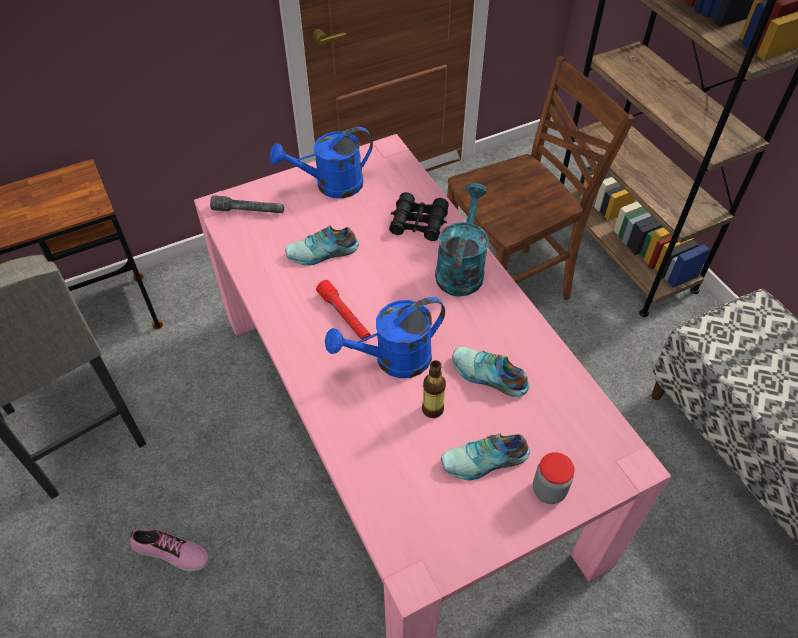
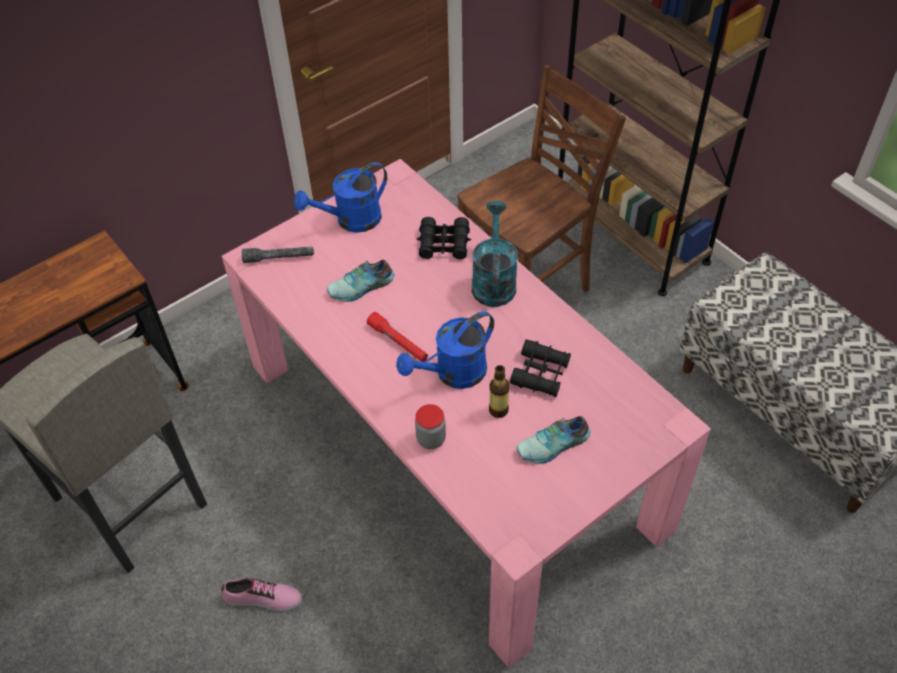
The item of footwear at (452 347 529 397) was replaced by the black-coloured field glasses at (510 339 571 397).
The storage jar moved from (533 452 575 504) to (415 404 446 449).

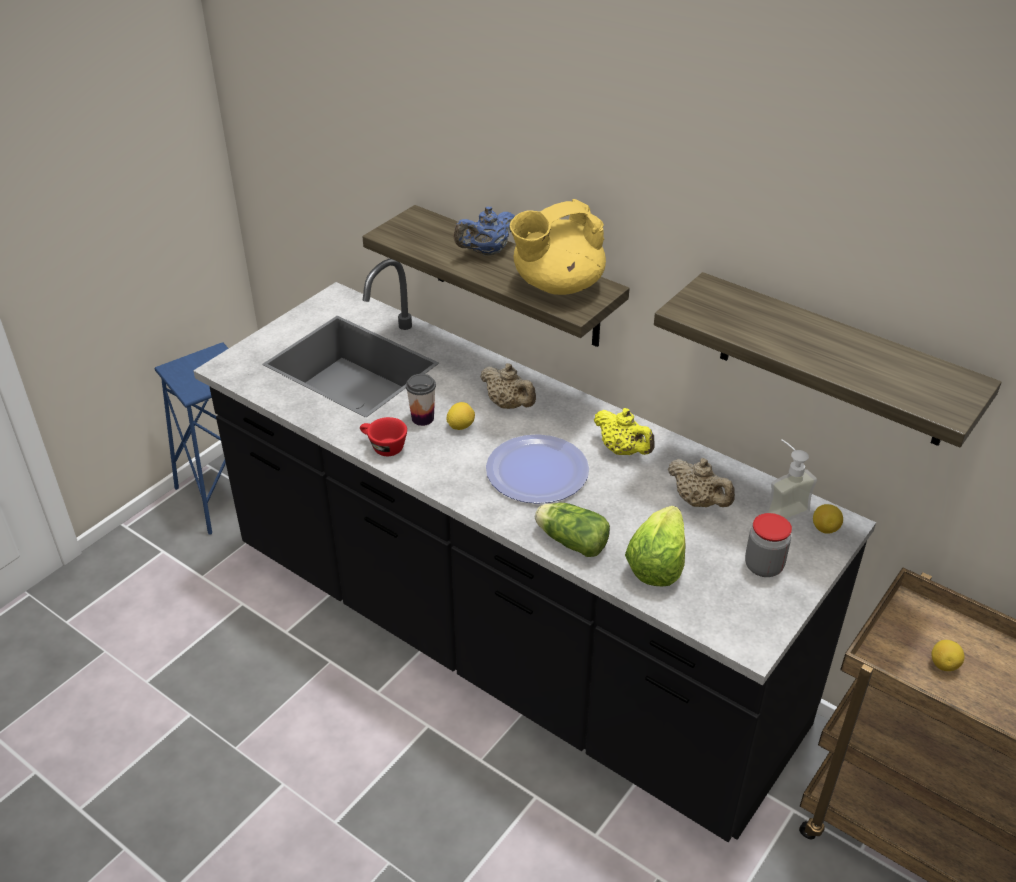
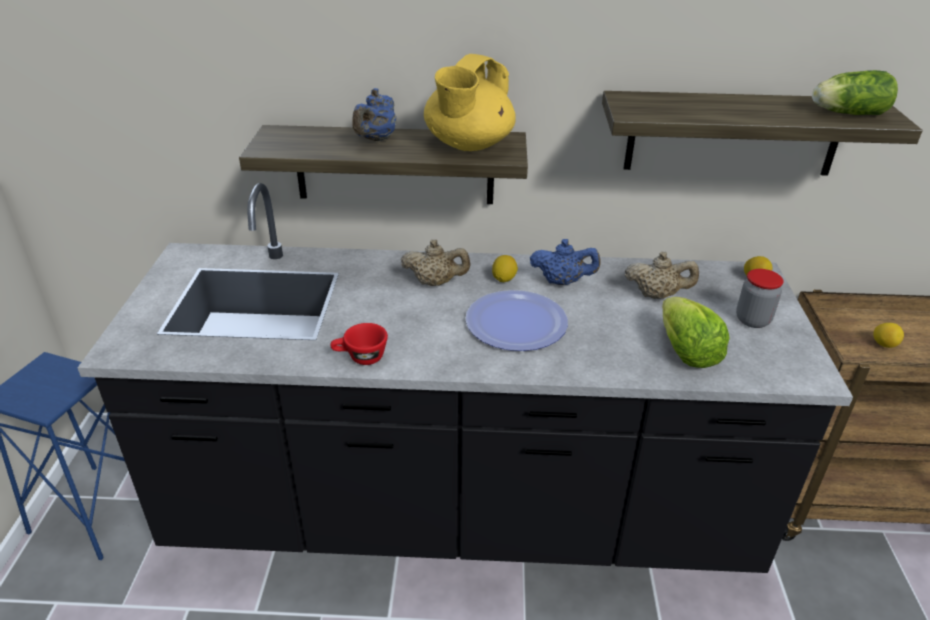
The drinking cup at (406 374 436 426) disappeared.
The lemon moved from (447 402 475 430) to (492 255 518 282).
The yellow pot for tea at (594 408 655 455) became the blue pot for tea at (530 239 600 285).
The soap bottle at (765 439 817 520) disappeared.
The lettuce moved from (535 503 610 557) to (812 70 898 115).

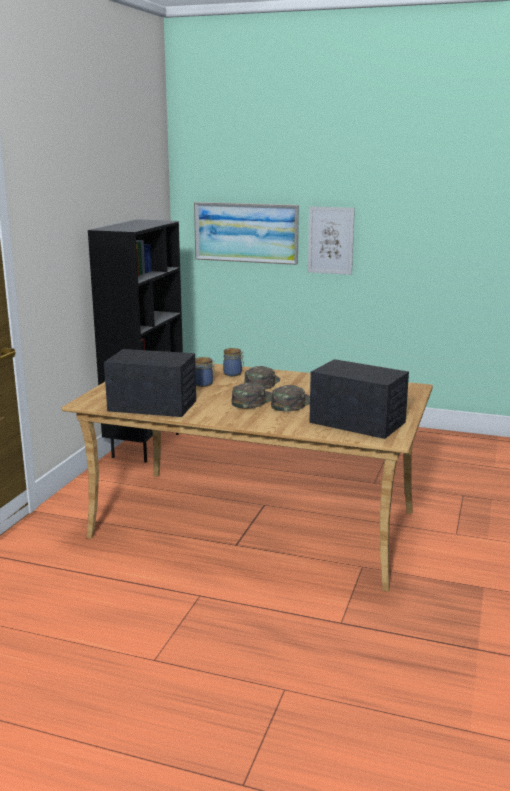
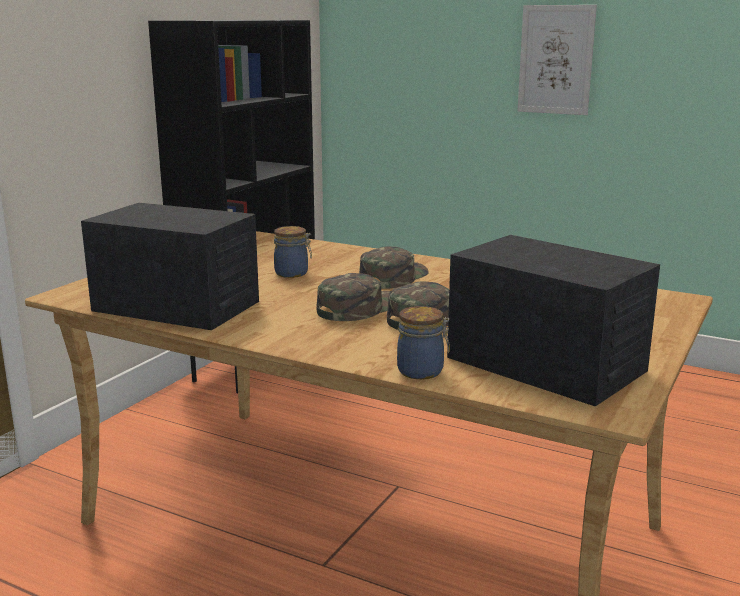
The picture at (194 202 299 265) disappeared.
The storage jar moved from (223 348 244 376) to (397 306 450 379).

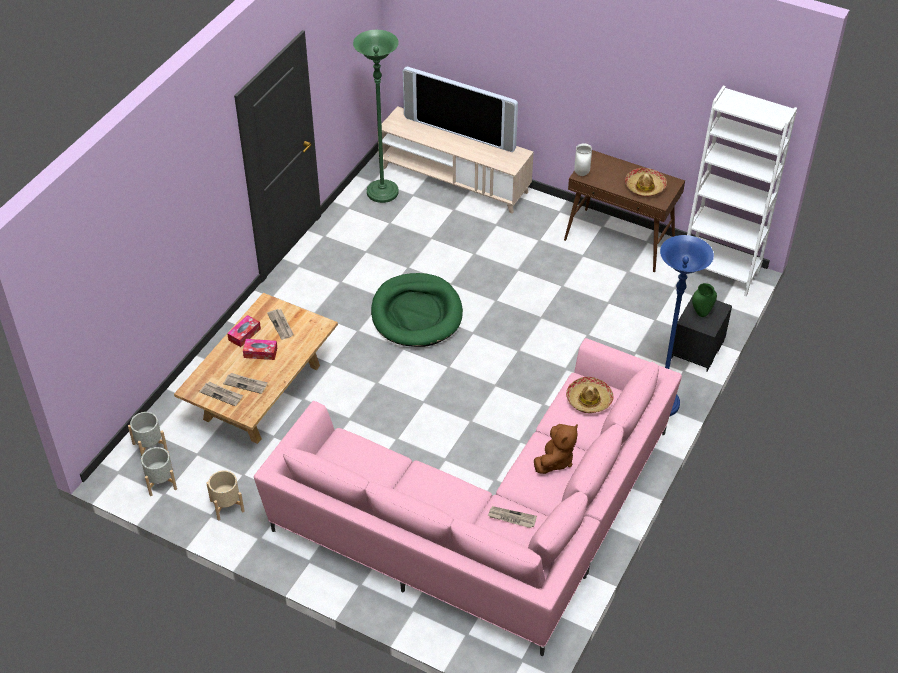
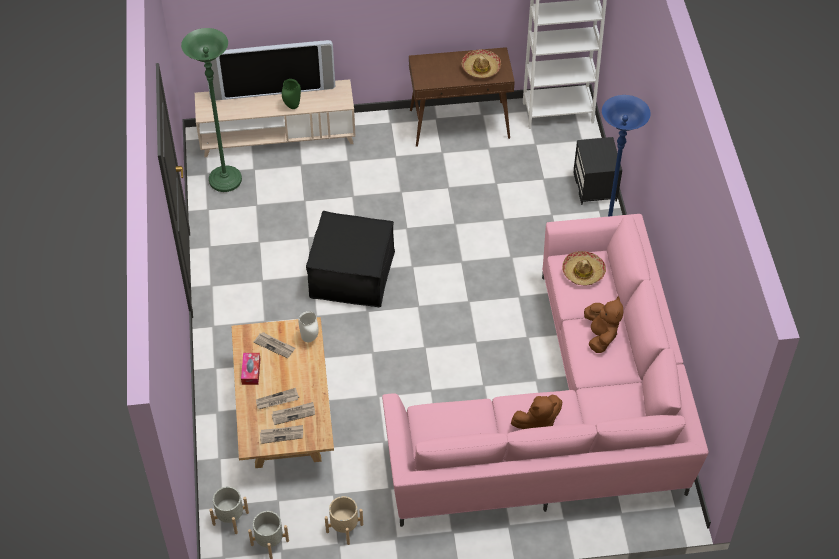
The white vase moved from (574 144 592 176) to (298 311 319 342).
The greenish dog bed at (371 273 463 347) was replaced by the black-coloured pouffe at (306 211 395 307).
The greenish vase moved from (692 283 717 317) to (282 79 301 109).
The box of tissues at (243 339 277 360) disappeared.
The printed paper moved from (488 506 537 528) to (256 388 299 409).
The brown plush toy at (511 395 563 429) appeared.

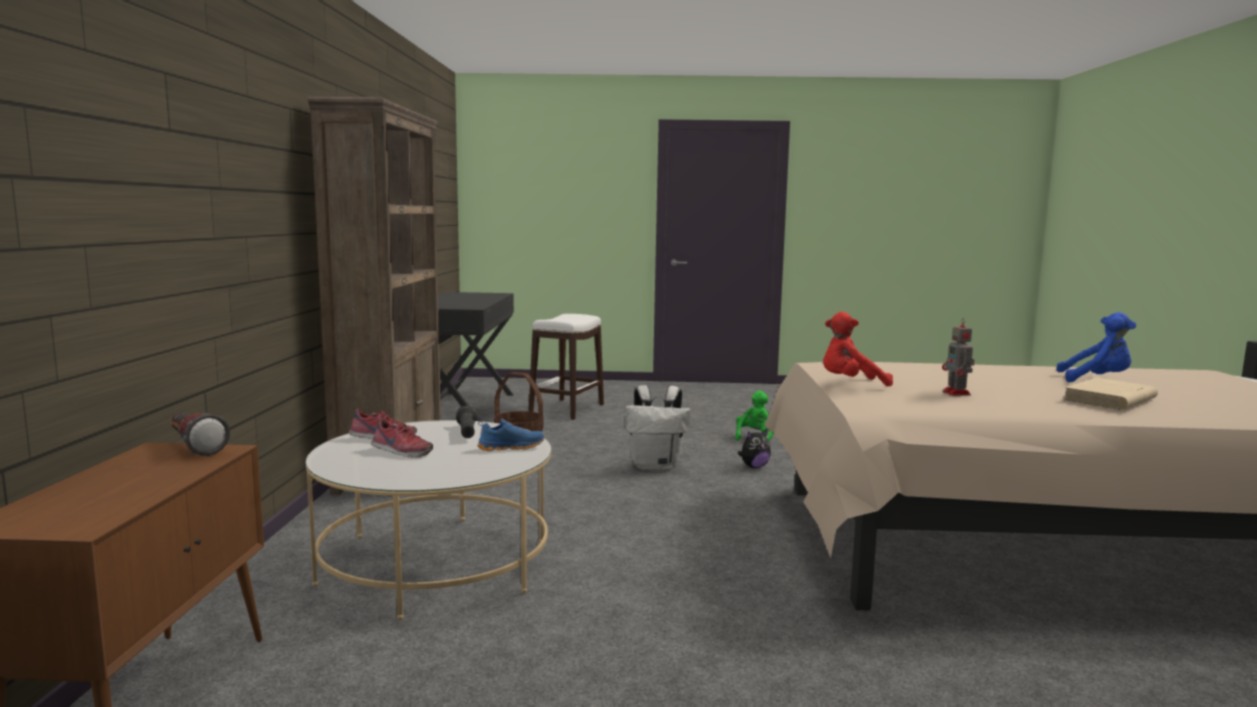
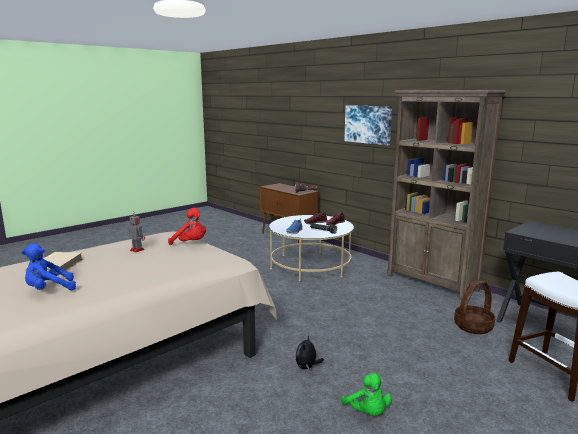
The red plush toy at (823 312 893 387) turned 75 degrees clockwise.
The white rucksack at (625 385 691 471) disappeared.
The picture at (344 105 392 145) appeared.

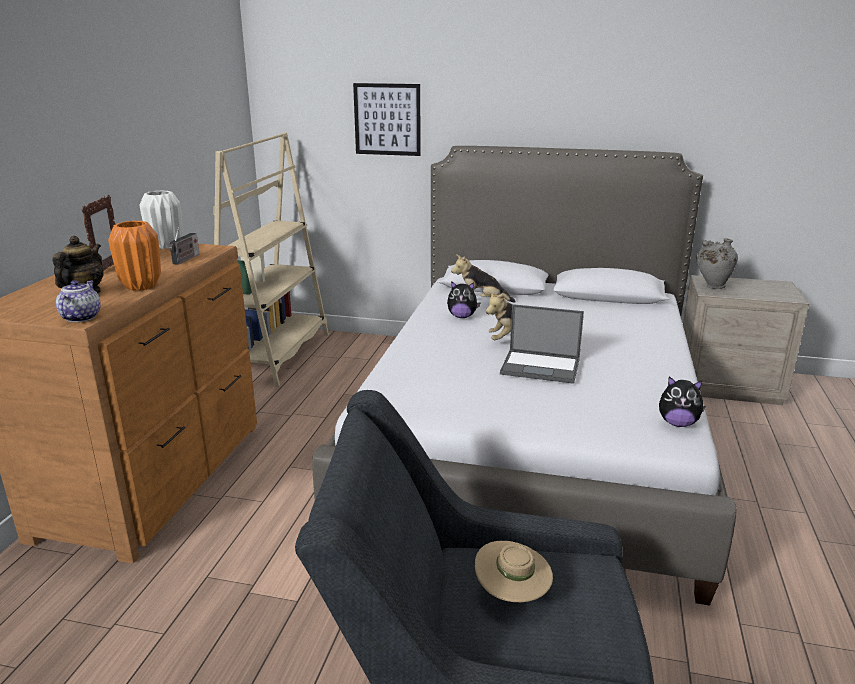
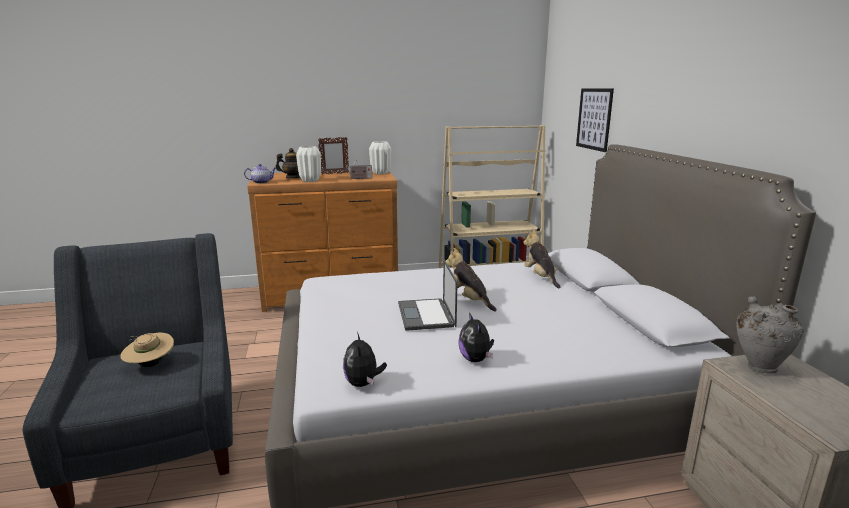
The orange vase at (108 221 161 291) became the white vase at (296 146 321 182).
The plush toy moved from (447 281 481 318) to (458 312 494 362).

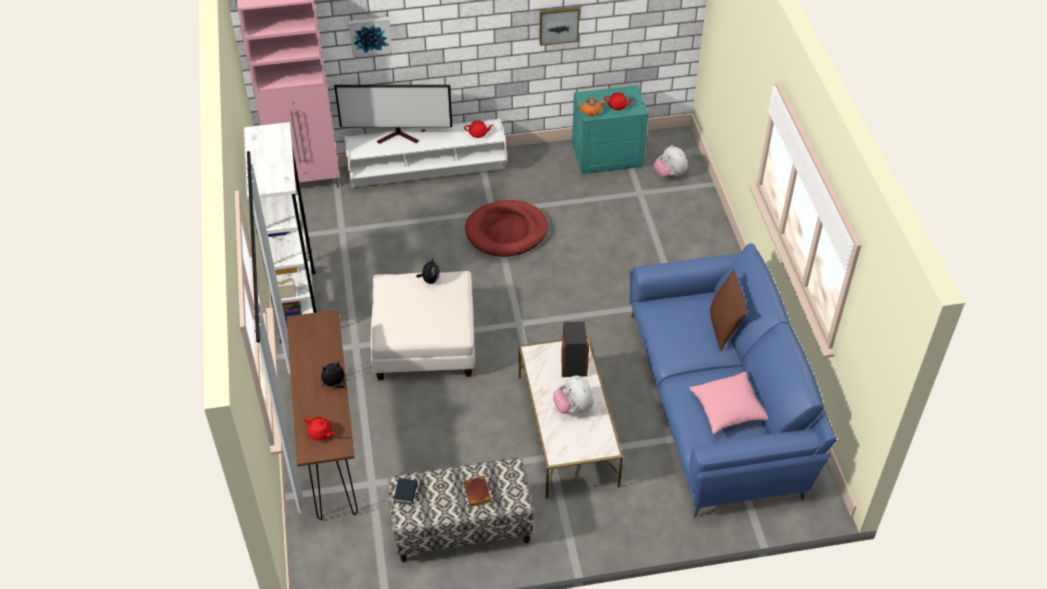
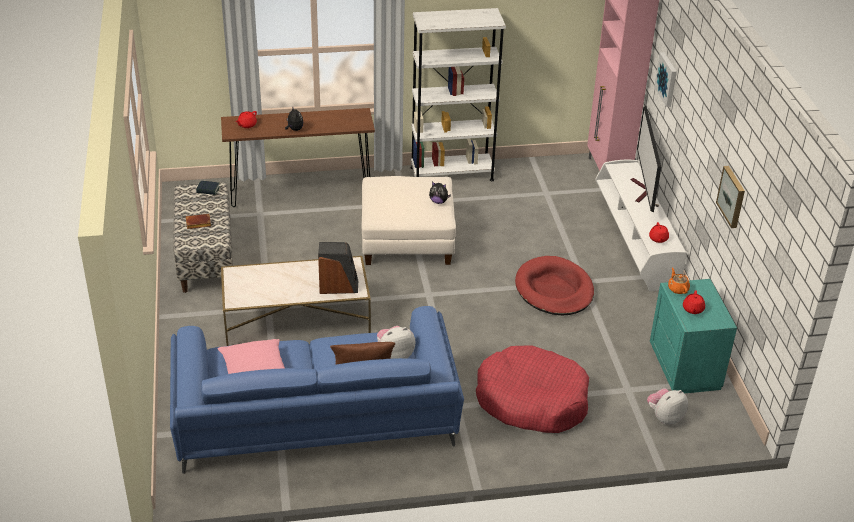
The plush toy moved from (553 375 594 414) to (377 326 415 359).
The red dog bed at (476 345 589 433) appeared.

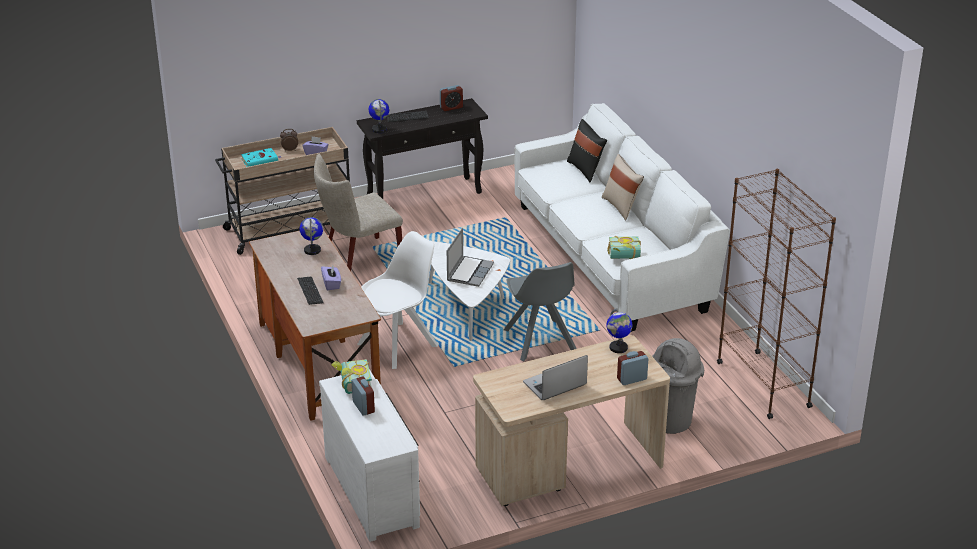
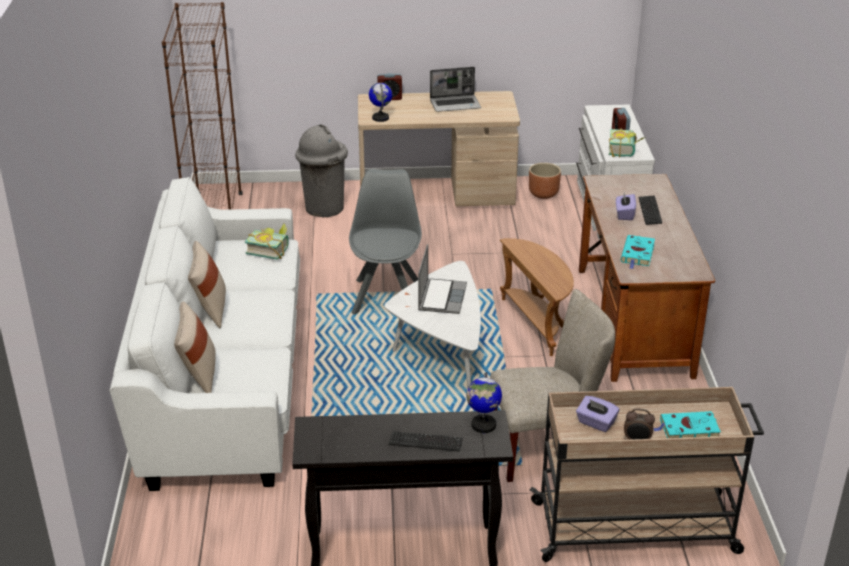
The bedside clock at (440 85 463 111) disappeared.
The black-coloured throw pillow at (567 119 607 182) became the beige-coloured throw pillow at (174 302 216 393).
The world globe at (300 217 323 255) was replaced by the turquoise bound book at (621 235 655 269).
The laptop at (447 228 494 287) turned 150 degrees clockwise.
The white plain chair at (357 231 438 369) was replaced by the brown accent table at (500 238 574 356).
The brown flower pot at (529 163 561 199) appeared.

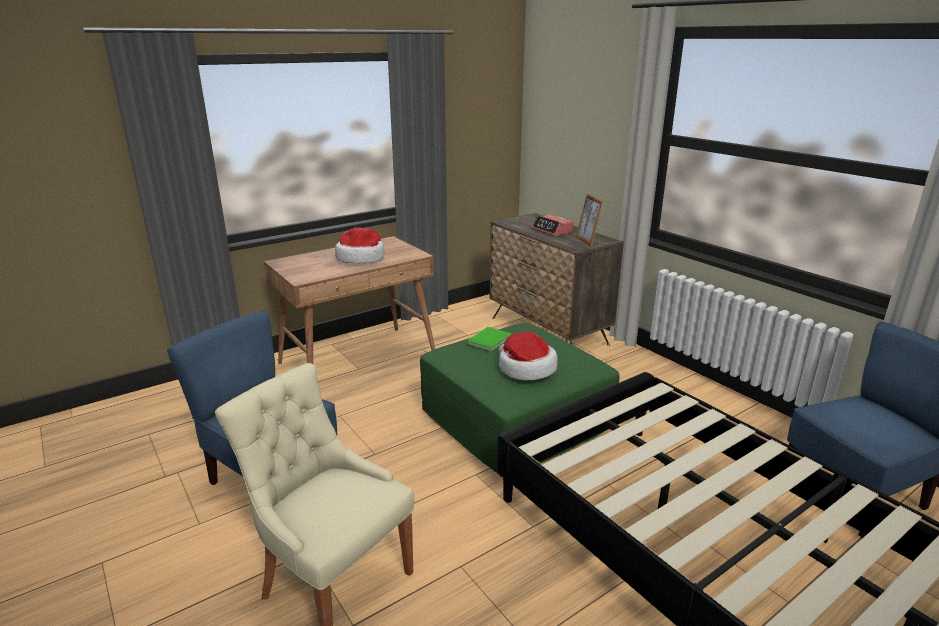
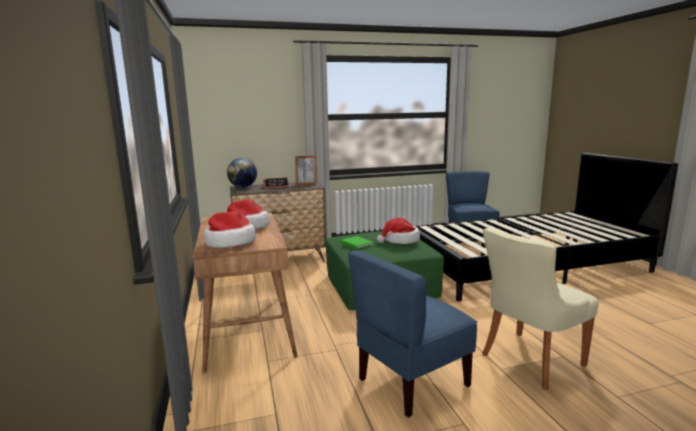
The world globe at (227 158 257 188) appeared.
The hat at (204 211 256 248) appeared.

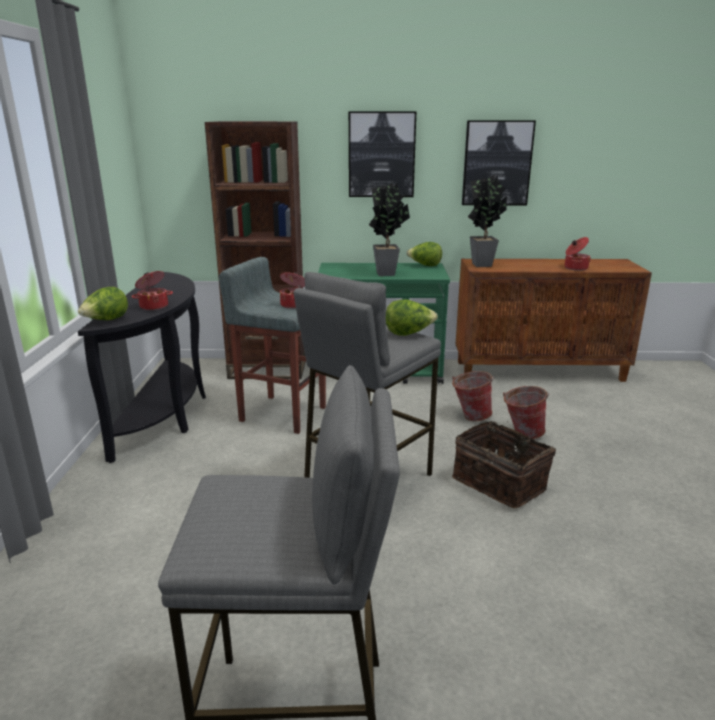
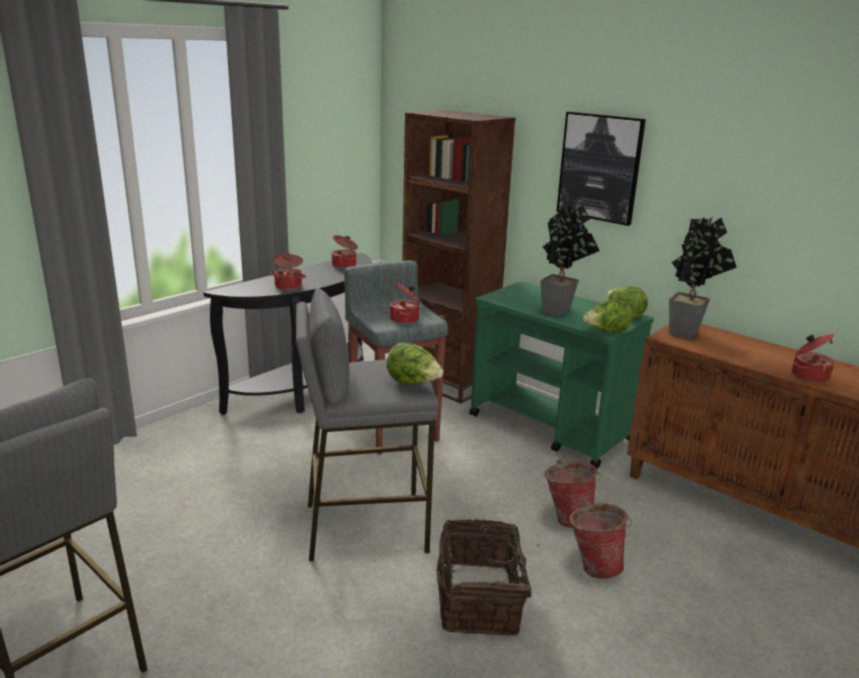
The picture at (462 120 536 205) disappeared.
The lettuce moved from (78 287 128 320) to (583 299 632 332).
The cooking pot at (332 235 358 269) appeared.

